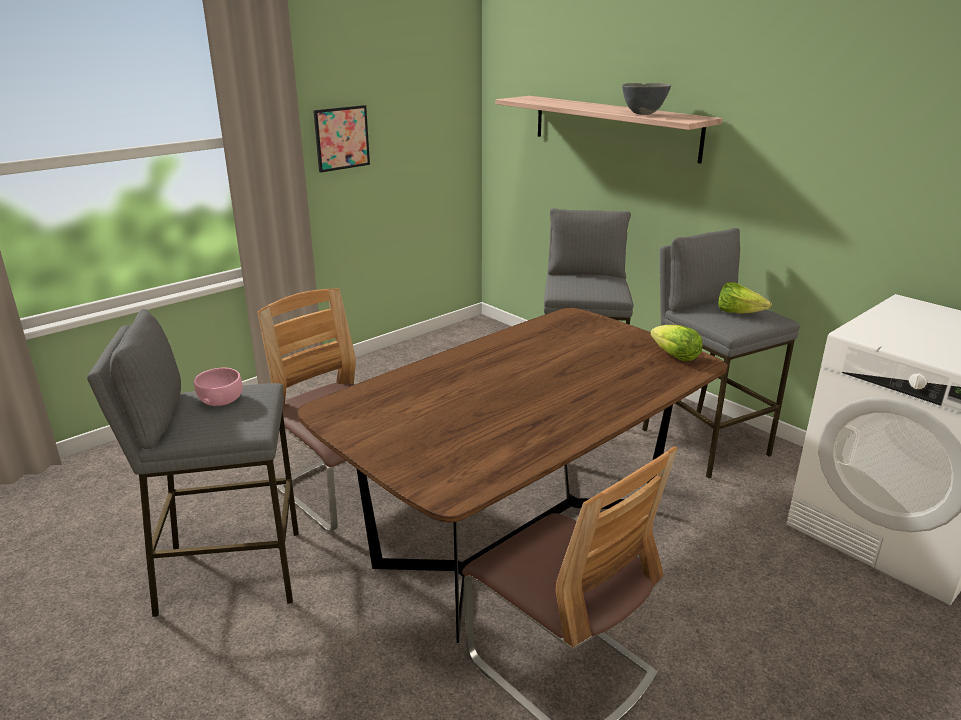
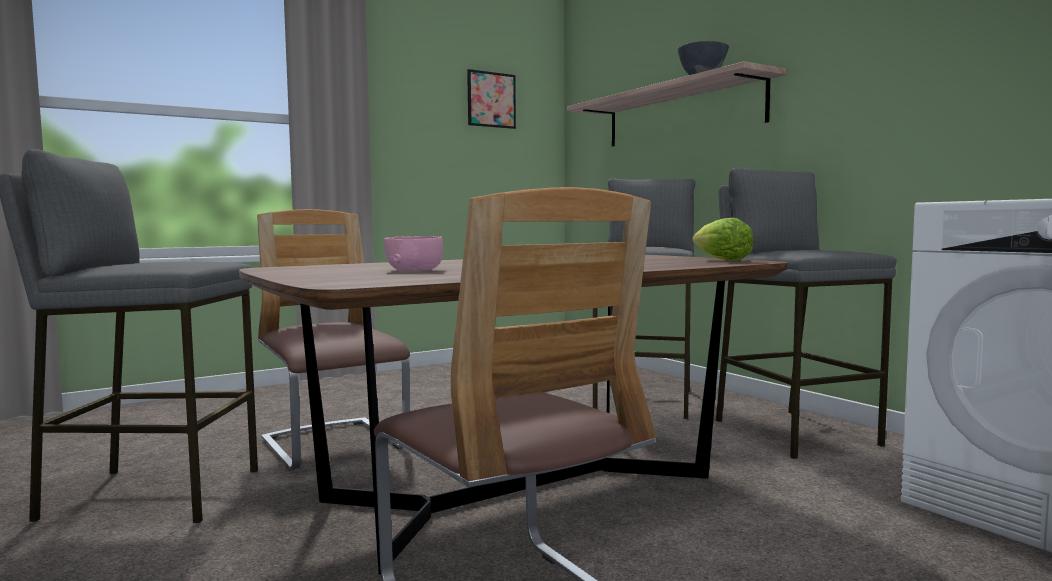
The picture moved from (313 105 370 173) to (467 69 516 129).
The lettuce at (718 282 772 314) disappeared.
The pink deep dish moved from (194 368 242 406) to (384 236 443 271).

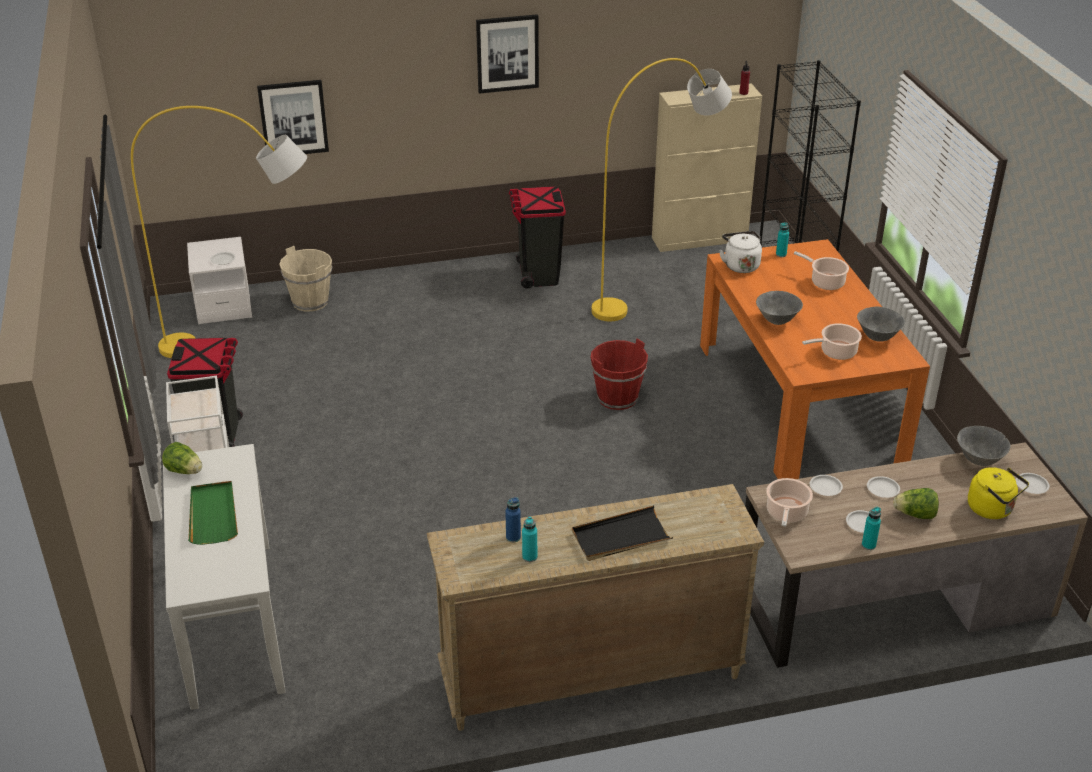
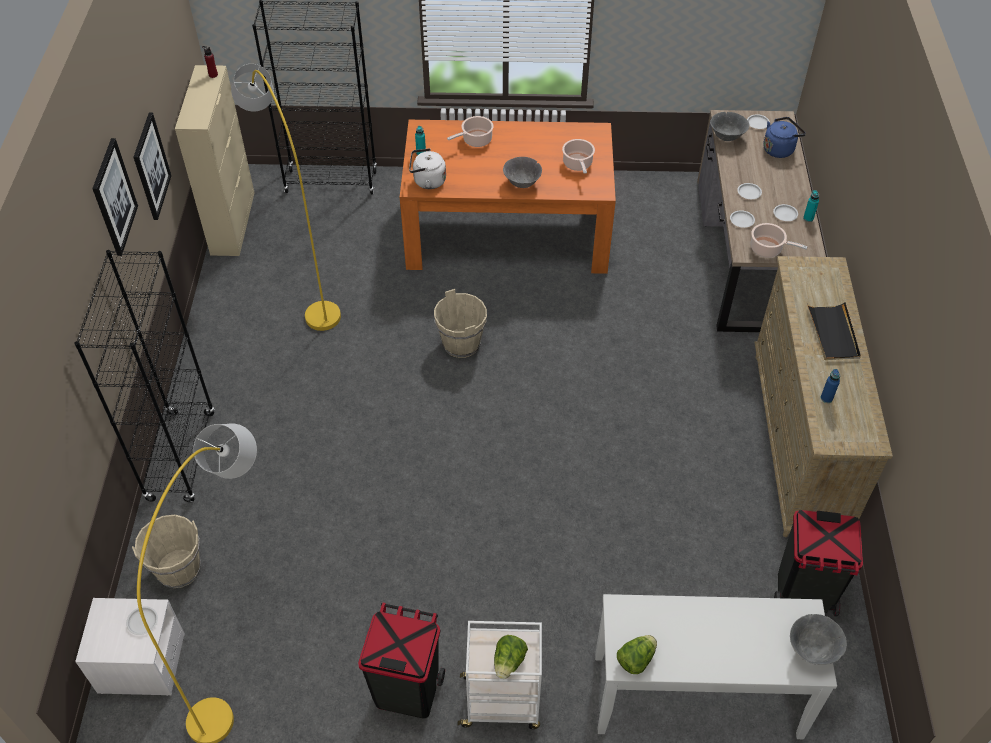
The picture moved from (257 80 329 154) to (133 113 172 220).
The black-coloured rubbish bin moved from (509 186 566 289) to (774 510 863 617).
The gray deep dish moved from (857 307 905 341) to (790 614 847 665).
The red water bucket at (591 338 648 410) became the beige-coloured water bucket at (434 289 487 358).
The yellow water kettle at (968 467 1029 519) became the blue water kettle at (763 117 806 158).
The greenish carrying tray at (188 481 238 545) disappeared.
The lettuce moved from (893 488 939 519) to (494 635 528 679).
The turquoise beverage bottle at (522 517 537 562) disappeared.
The black-coloured shelving unit at (74 250 215 502) appeared.

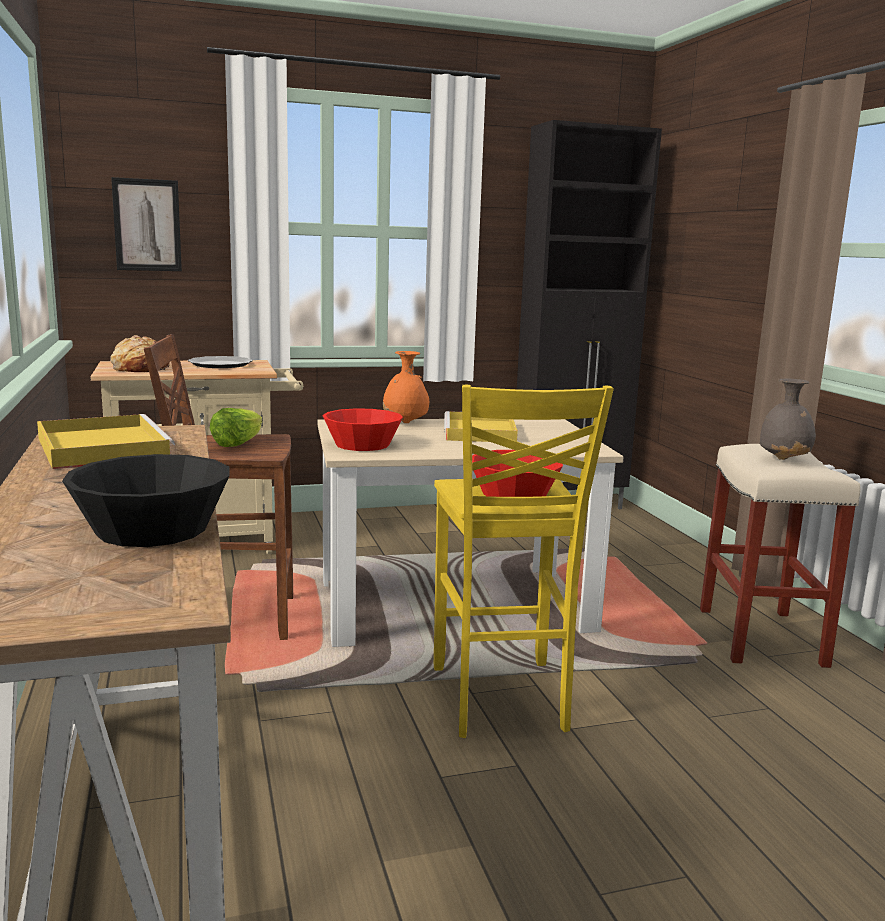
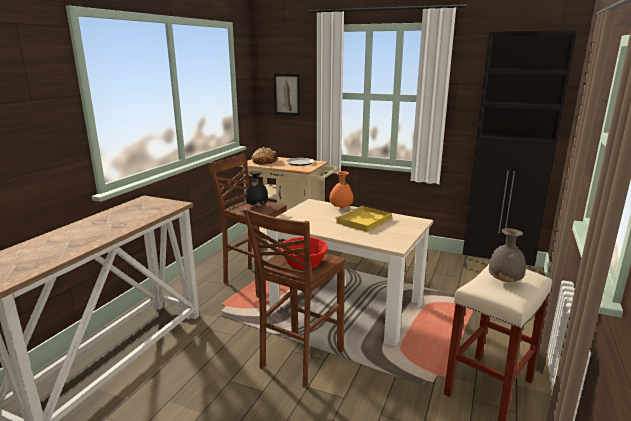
The yellow stool at (434 385 614 738) became the brown stool at (243 208 345 388).
The lettuce at (210 408 262 447) was replaced by the black-coloured vase at (245 171 268 207).
The red deep dish at (322 408 403 451) disappeared.
The yellow carrying tray at (37 414 175 469) disappeared.
The black-coloured deep dish at (62 454 230 547) disappeared.

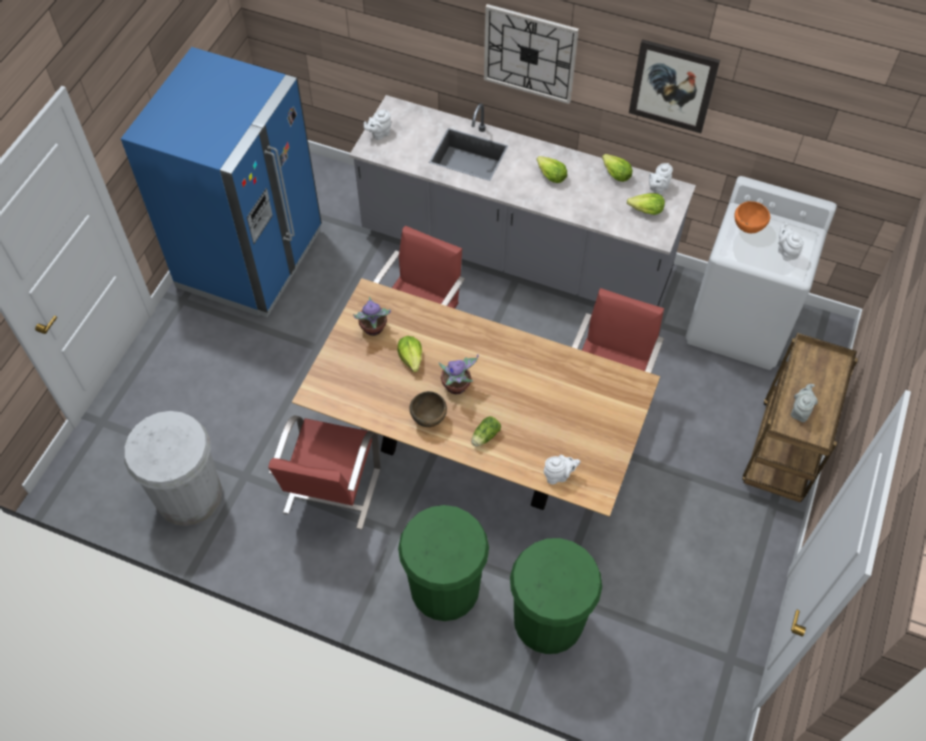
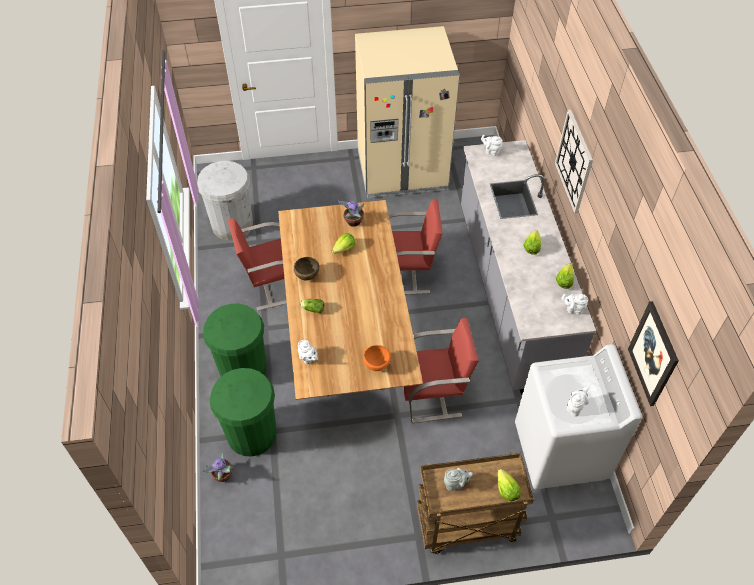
The picture moved from (629 39 720 133) to (628 301 679 406).
The blue fridge at (121 47 322 317) became the beige-coloured fridge at (355 26 460 198).
The lettuce moved from (627 193 665 215) to (497 469 521 501).
The orange deep dish moved from (734 201 770 233) to (363 345 391 371).
The houseplant moved from (439 354 478 395) to (202 453 234 482).

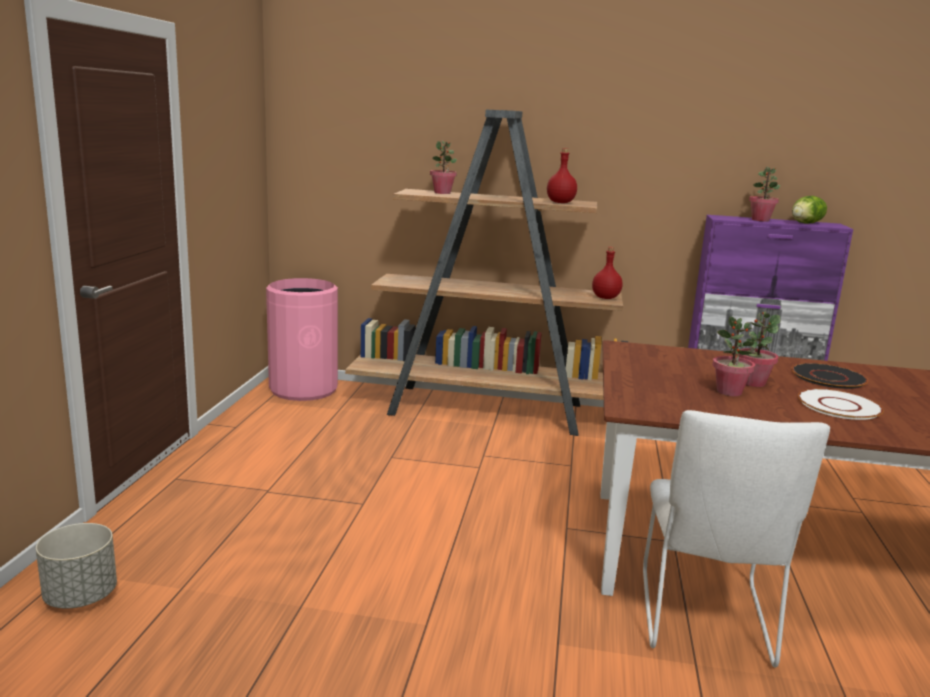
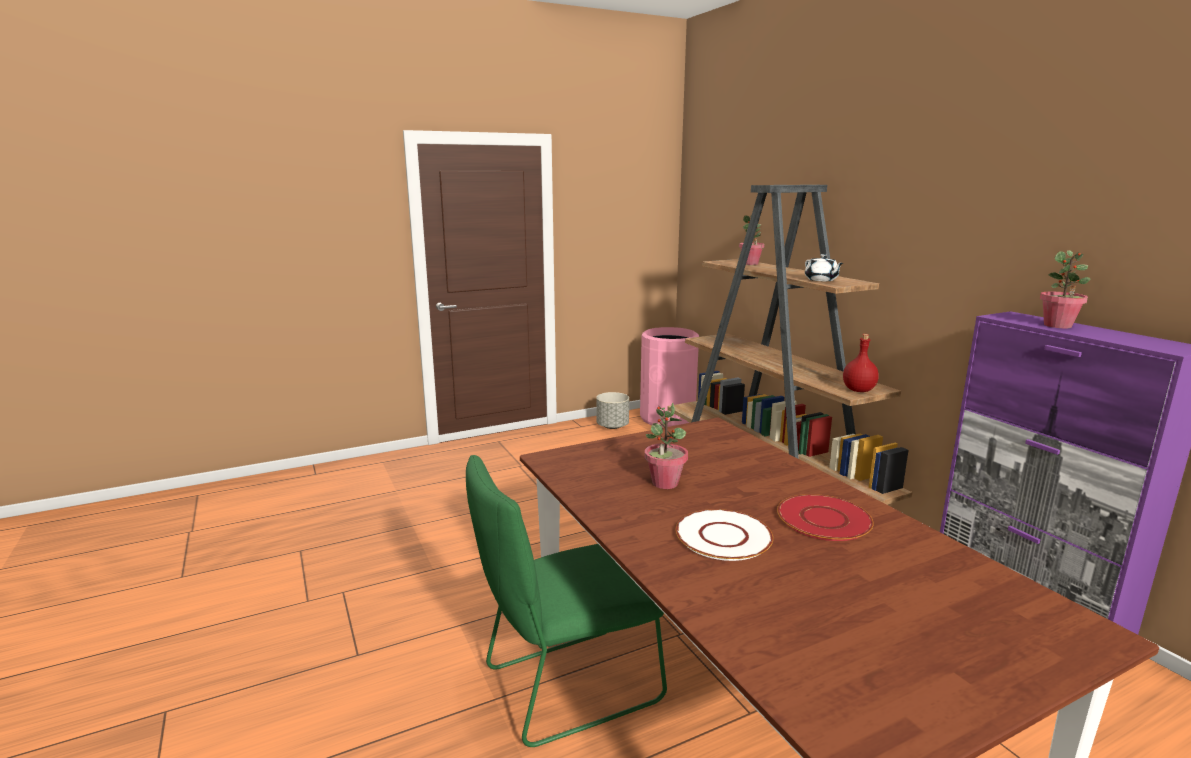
The red beverage bottle at (547 148 577 203) was replaced by the white pot for tea at (805 254 843 281).
The lettuce at (792 196 827 224) disappeared.
The houseplant at (737 312 780 387) disappeared.
The black-coloured flat dish at (791 363 868 389) became the red flat dish at (777 494 874 541).
The white plain chair at (643 410 830 667) became the greenish plain chair at (466 455 667 747).
The gray flower pot moved from (36 523 117 608) to (596 392 629 429).

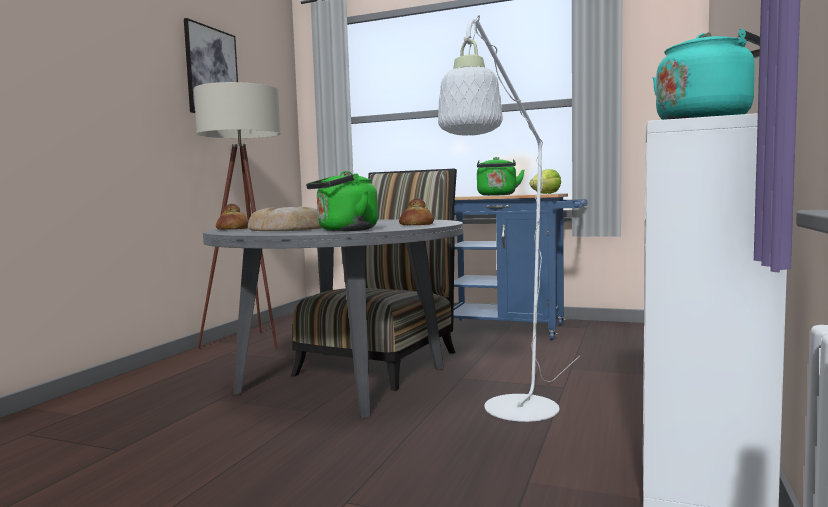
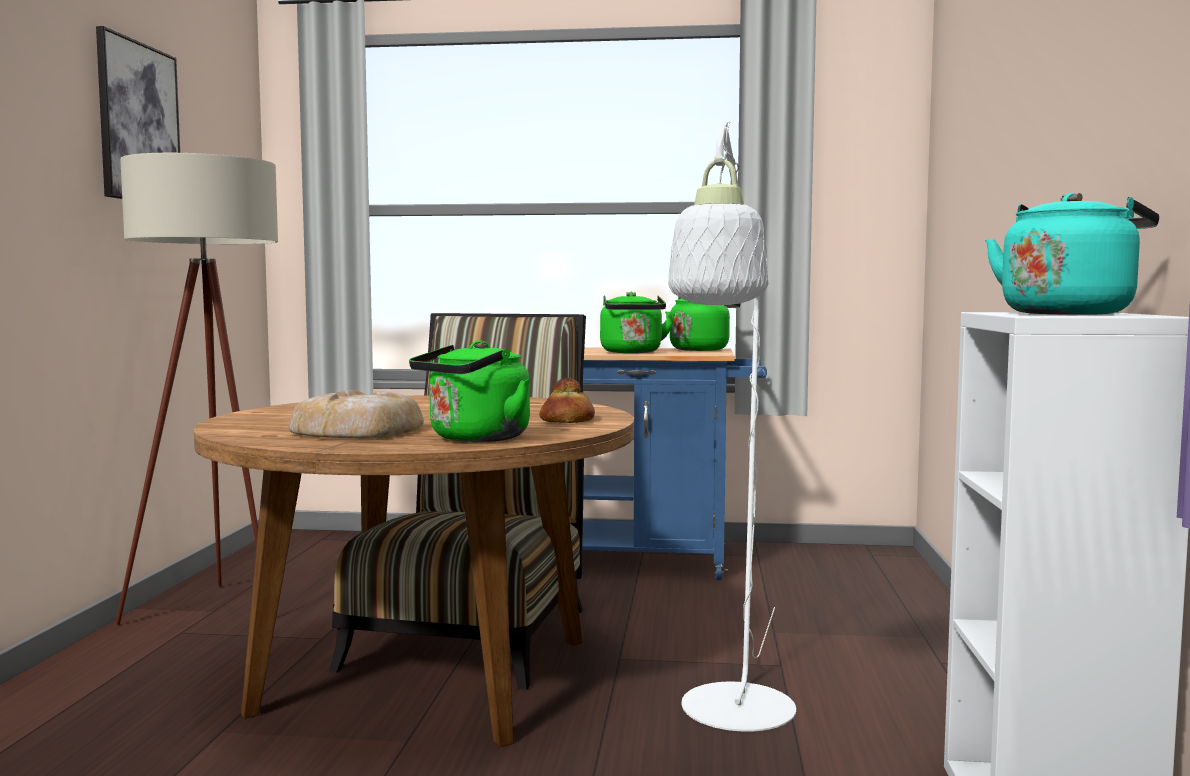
The lettuce at (529 169 561 194) was replaced by the greenish water kettle at (665 297 741 351).
The baked bread at (216 204 249 230) disappeared.
The gray dinner table at (203 219 463 419) became the brown dinner table at (194 395 634 747).

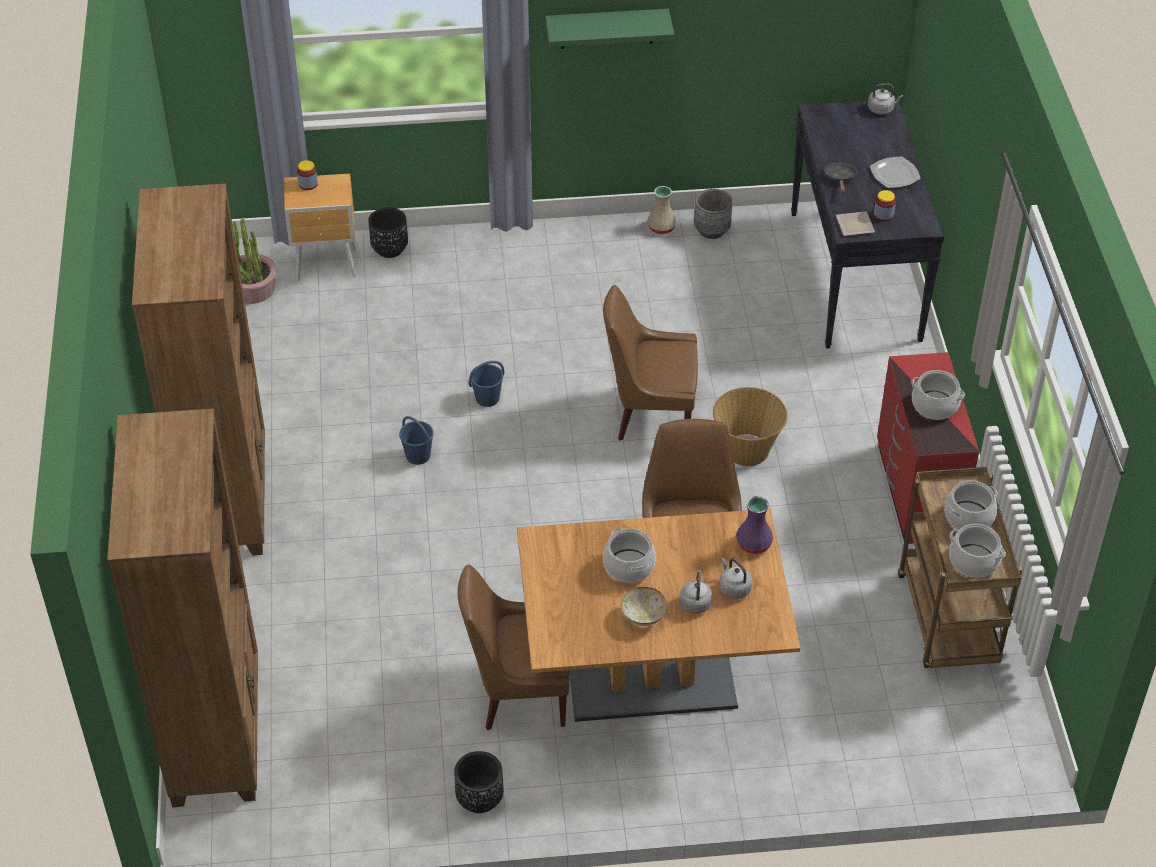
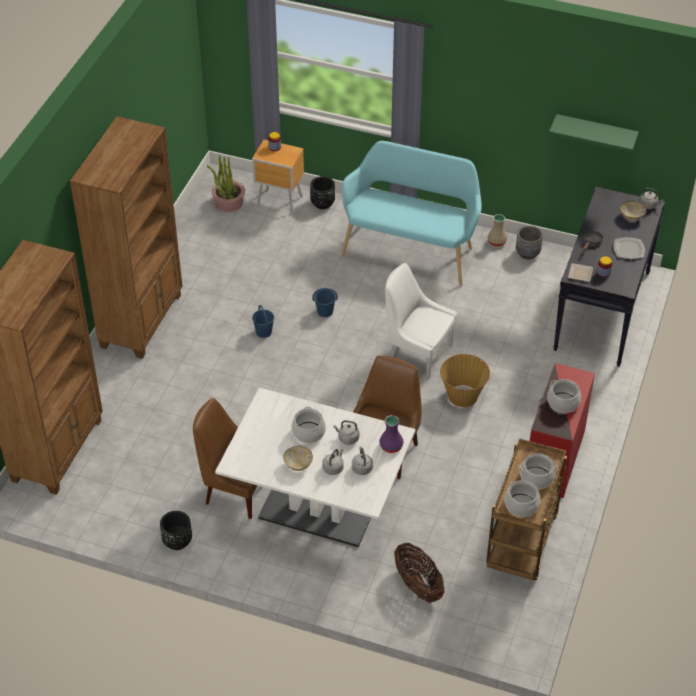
The greenish shelf moved from (545 9 674 49) to (549 114 639 153).
The brown plain chair at (603 285 698 441) became the white plain chair at (385 263 457 380).
The brown dinner table at (517 509 800 722) became the white dinner table at (215 388 416 547).
The turquoise long seat at (341 141 482 286) appeared.
The deep dish at (620 200 646 221) appeared.
The gray water kettle at (333 420 359 445) appeared.
The basket at (394 543 445 603) appeared.

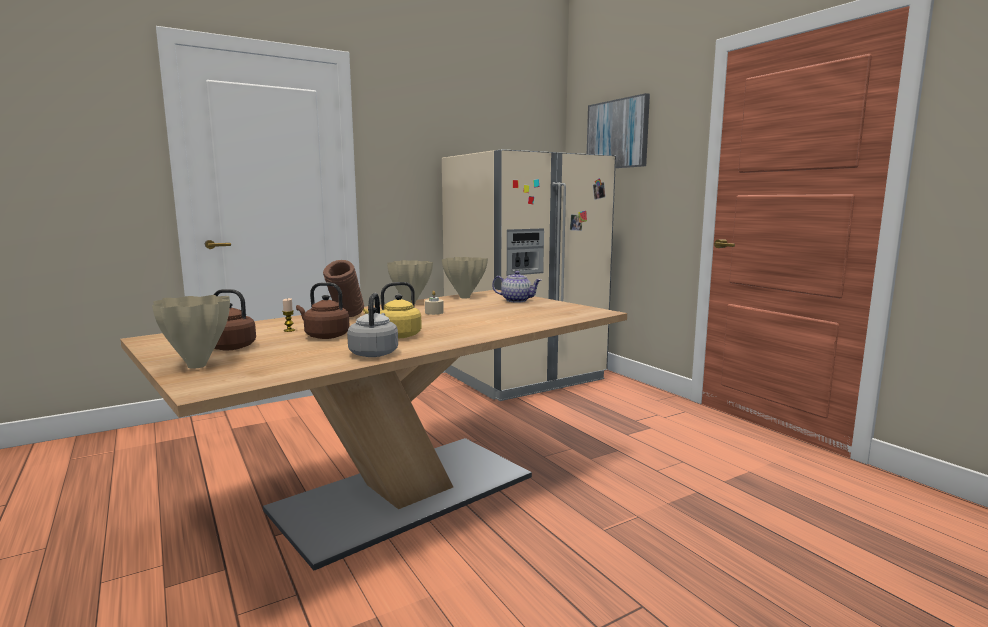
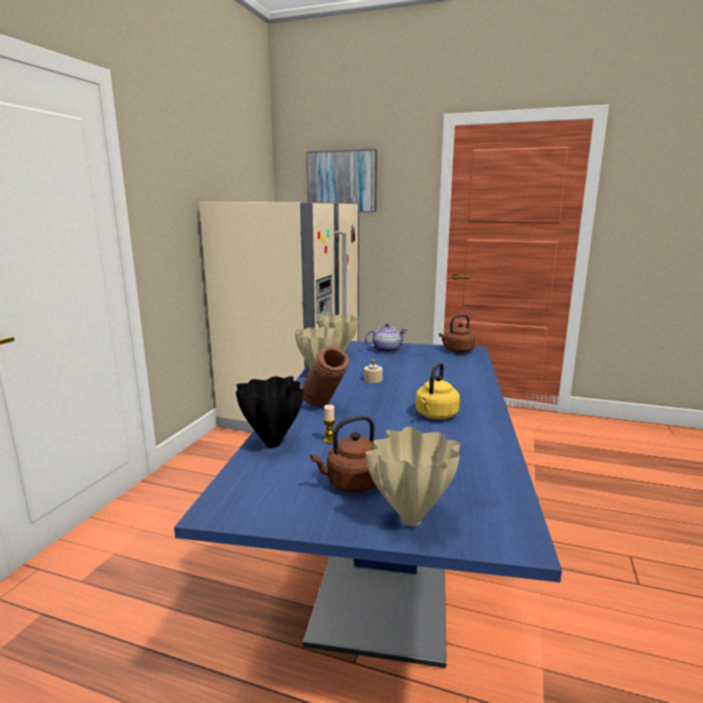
The brown water kettle moved from (296 282 350 339) to (439 314 475 353).
The beige-coloured dinner table at (120 290 627 570) became the blue dinner table at (174 341 562 668).
The gray water kettle at (347 293 398 357) disappeared.
The black-coloured vase at (236 376 304 448) appeared.

